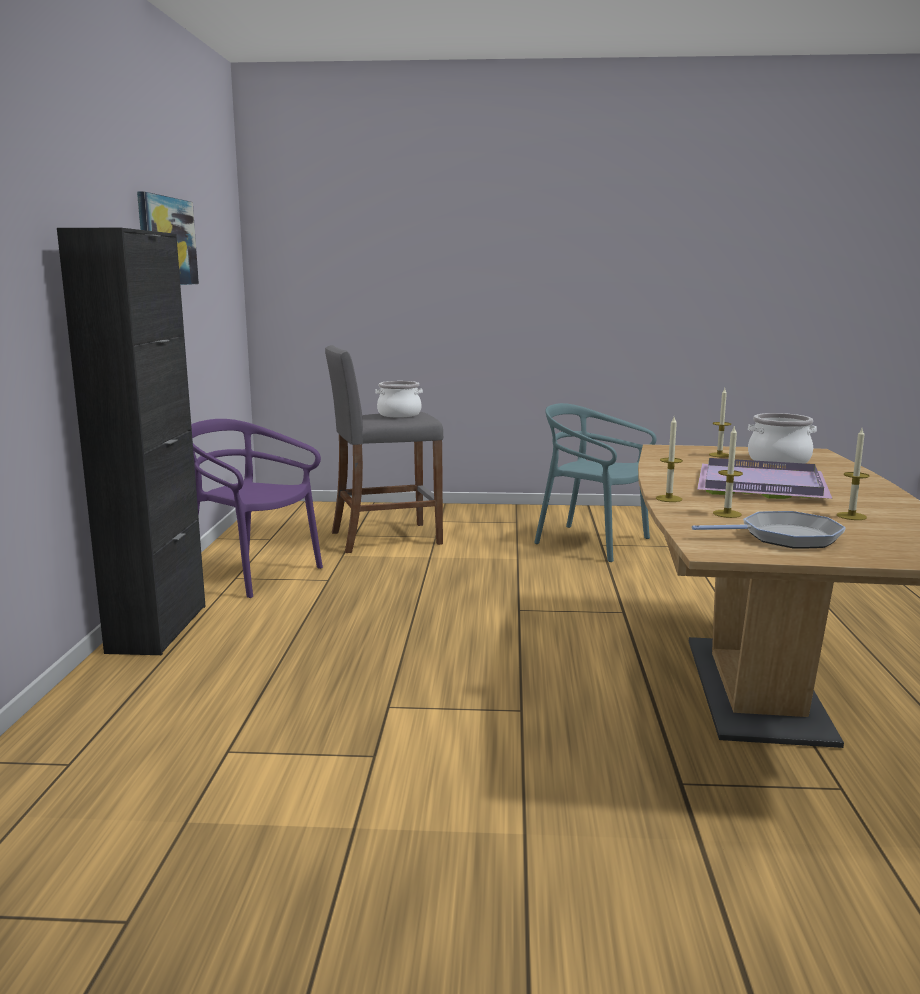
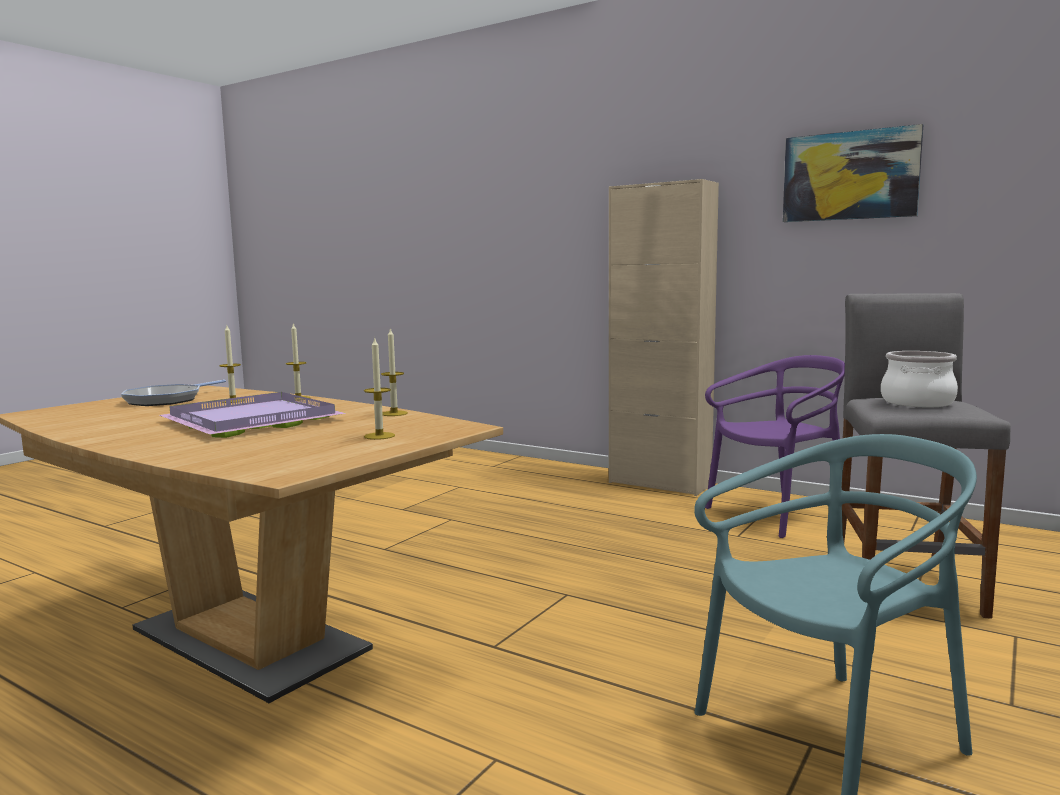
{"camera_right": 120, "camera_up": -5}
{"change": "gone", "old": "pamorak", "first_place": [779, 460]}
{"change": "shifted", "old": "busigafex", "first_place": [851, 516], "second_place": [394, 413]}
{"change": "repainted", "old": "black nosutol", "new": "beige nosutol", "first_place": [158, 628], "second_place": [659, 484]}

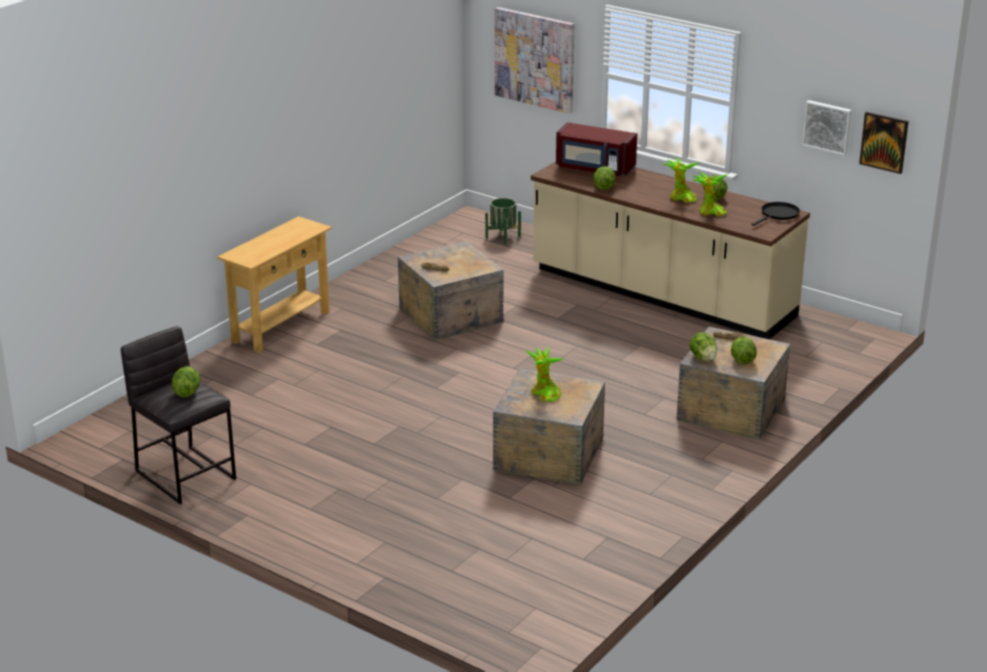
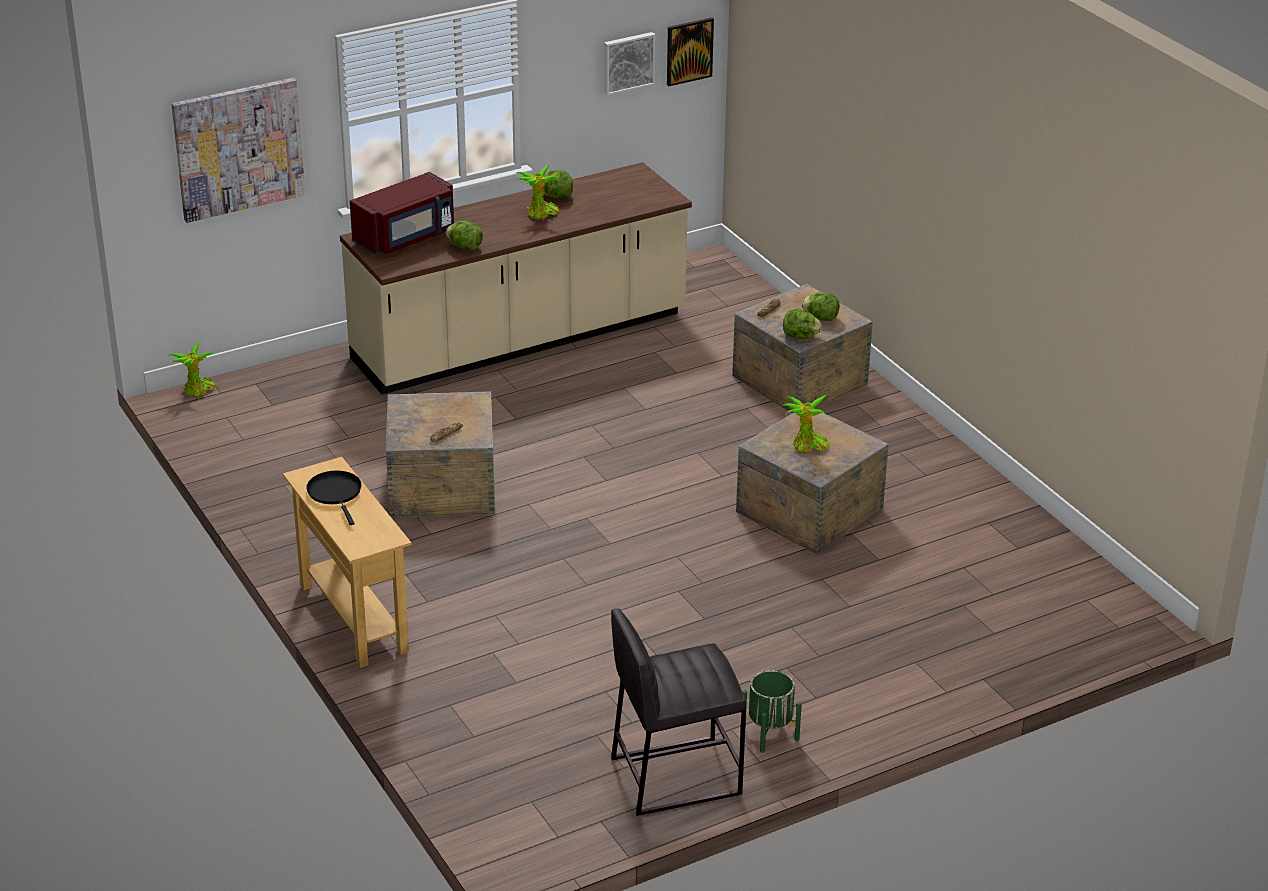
{"camera_right": -65, "camera_up": 5}
{"change": "gone", "old": "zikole", "first_place": [187, 392]}
{"change": "shifted", "old": "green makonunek", "first_place": [502, 237], "second_place": [769, 733]}
{"change": "shifted", "old": "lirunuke", "first_place": [710, 212], "second_place": [197, 391]}
{"change": "shifted", "old": "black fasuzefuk", "first_place": [778, 214], "second_place": [336, 493]}

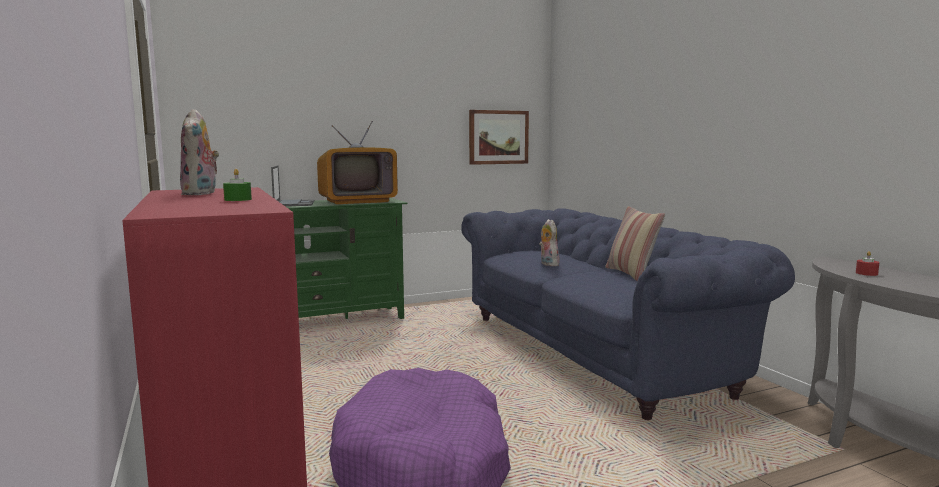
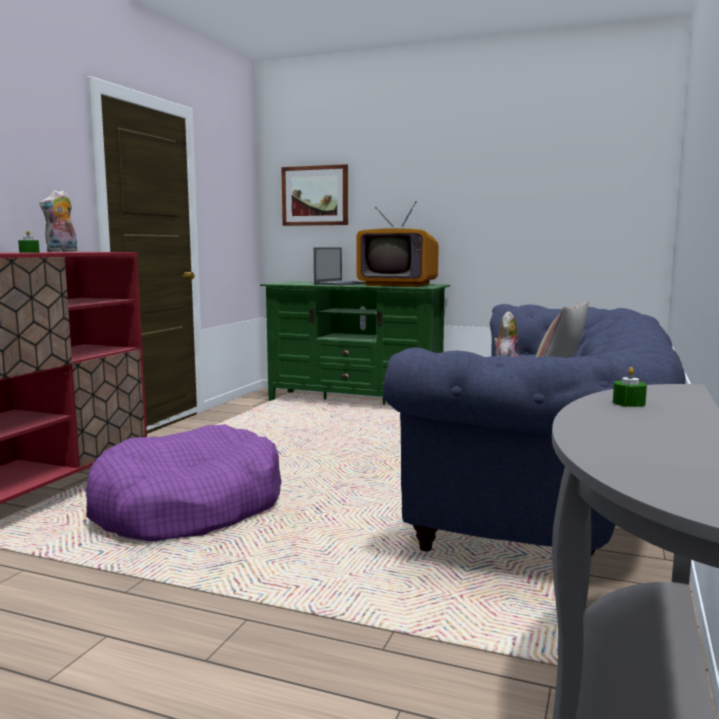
{"camera_right": 45, "camera_up": 0}
{"change": "shifted", "old": "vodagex", "first_place": [498, 137], "second_place": [315, 196]}
{"change": "repainted", "old": "red busigafex", "new": "green busigafex", "first_place": [866, 273], "second_place": [628, 403]}

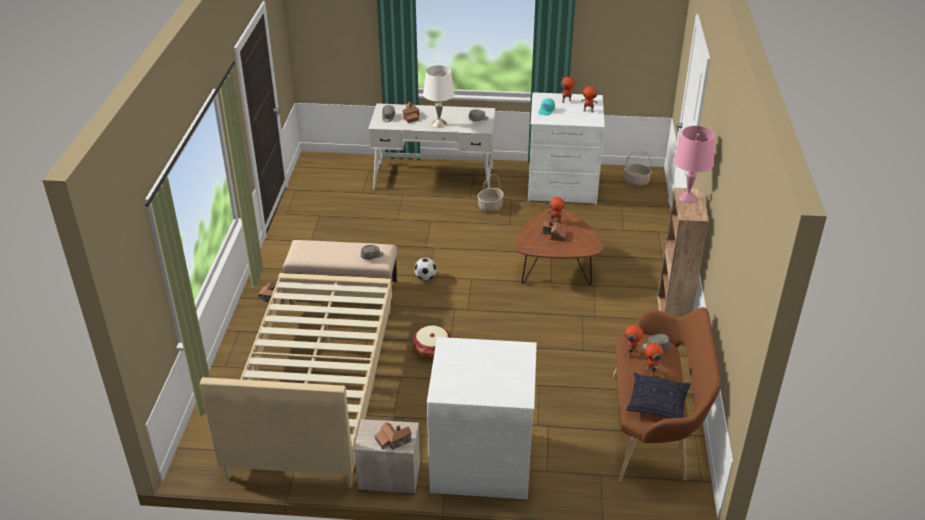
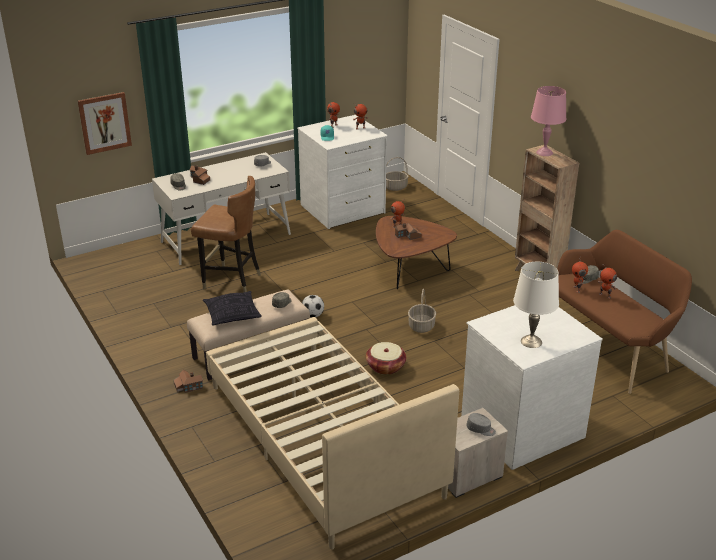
{"camera_right": -35, "camera_up": -5}
{"change": "new", "new": "vodagex", "second_place": [104, 123]}
{"change": "new", "new": "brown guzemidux", "second_place": [231, 280]}
{"change": "shifted", "old": "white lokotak", "first_place": [439, 124], "second_place": [531, 342]}
{"change": "shifted", "old": "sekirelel", "first_place": [490, 206], "second_place": [421, 326]}
{"change": "shifted", "old": "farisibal", "first_place": [657, 404], "second_place": [232, 315]}
{"change": "swapped", "old": "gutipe", "new": "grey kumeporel", "first_place": [393, 440], "second_place": [481, 429]}

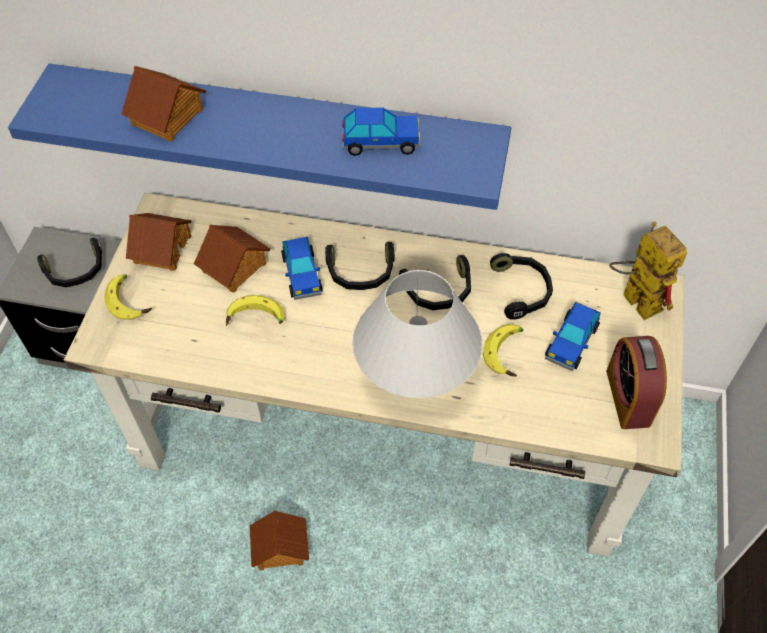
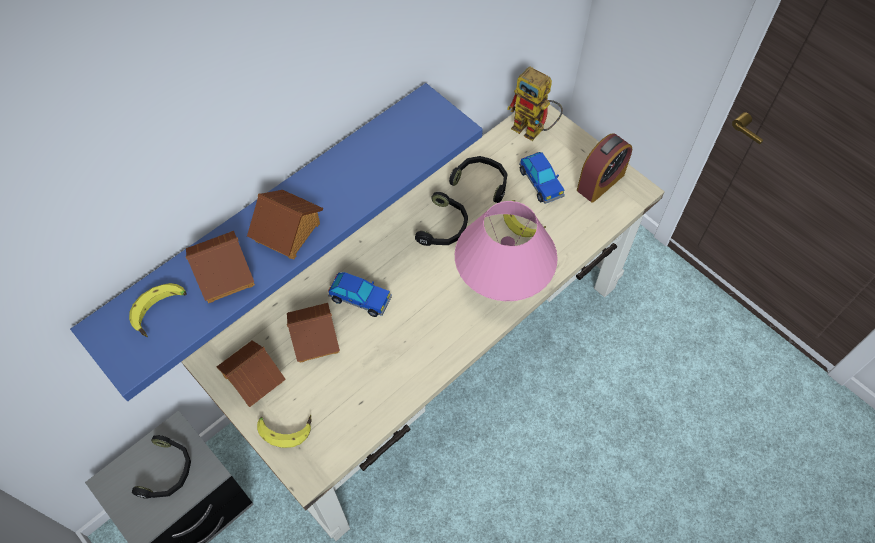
{"camera_right": -55, "camera_up": 5}
{"change": "gone", "old": "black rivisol", "first_place": [360, 273]}
{"change": "gone", "old": "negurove", "first_place": [381, 142]}
{"change": "shifted", "old": "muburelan", "first_place": [255, 319], "second_place": [161, 312]}
{"change": "shifted", "old": "gutipe", "first_place": [279, 548], "second_place": [288, 232]}
{"change": "repainted", "old": "white lokotak", "new": "pink lokotak", "first_place": [415, 378], "second_place": [502, 283]}
{"change": "rotated", "old": "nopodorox", "first_place": [628, 397], "second_place": [600, 182], "degrees": -75}
{"change": "rotated", "old": "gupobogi", "first_place": [633, 298], "second_place": [534, 130], "degrees": -150}

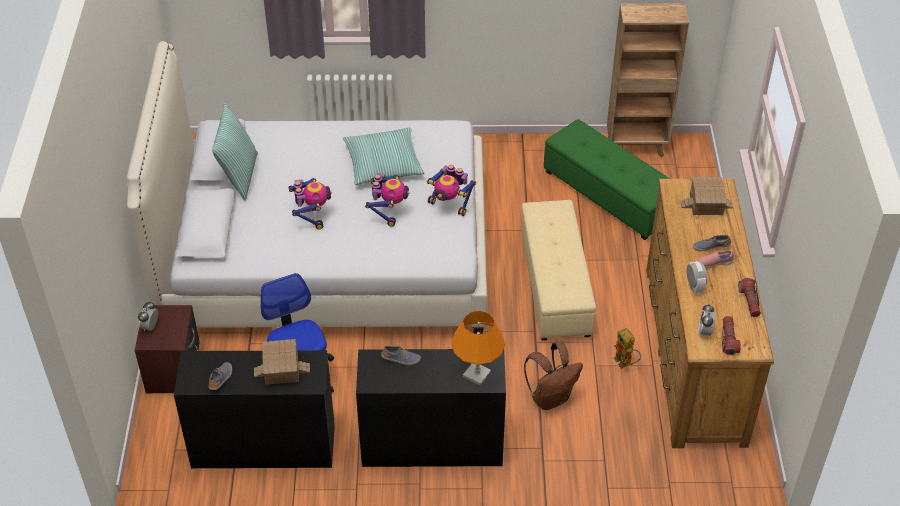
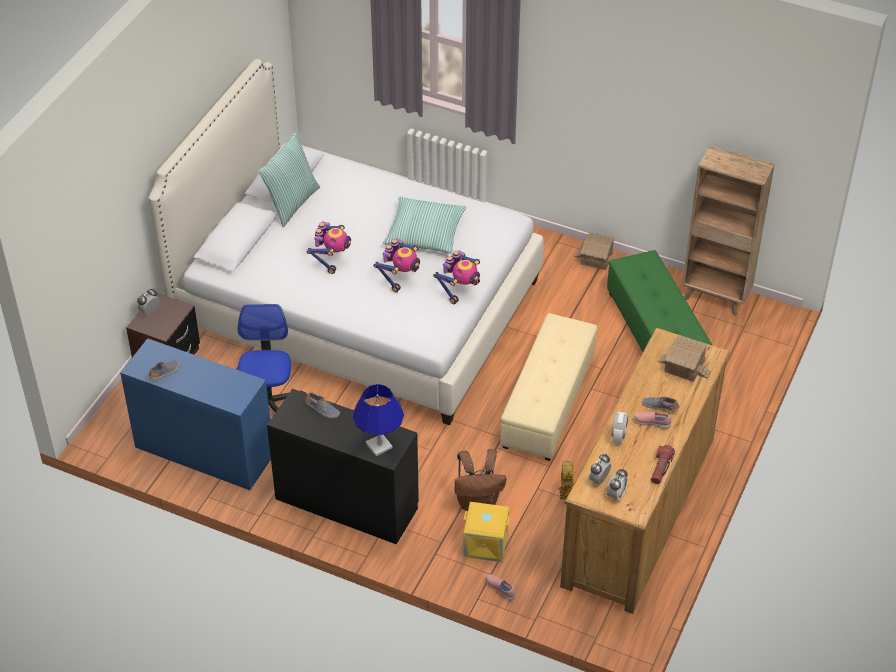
{"camera_right": 25, "camera_up": 0}
{"change": "new", "new": "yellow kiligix", "second_place": [485, 544]}
{"change": "new", "new": "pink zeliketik", "second_place": [500, 589]}
{"change": "shifted", "old": "gutipe", "first_place": [282, 371], "second_place": [596, 259]}
{"change": "swapped", "old": "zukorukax", "new": "nopodorox", "first_place": [728, 339], "second_place": [616, 495]}
{"change": "repainted", "old": "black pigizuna", "new": "blue pigizuna", "first_place": [263, 446], "second_place": [204, 451]}
{"change": "repainted", "old": "orange lokotak", "new": "blue lokotak", "first_place": [477, 374], "second_place": [379, 446]}
{"change": "rotated", "old": "gupobogi", "first_place": [450, 205], "second_place": [460, 290], "degrees": -105}

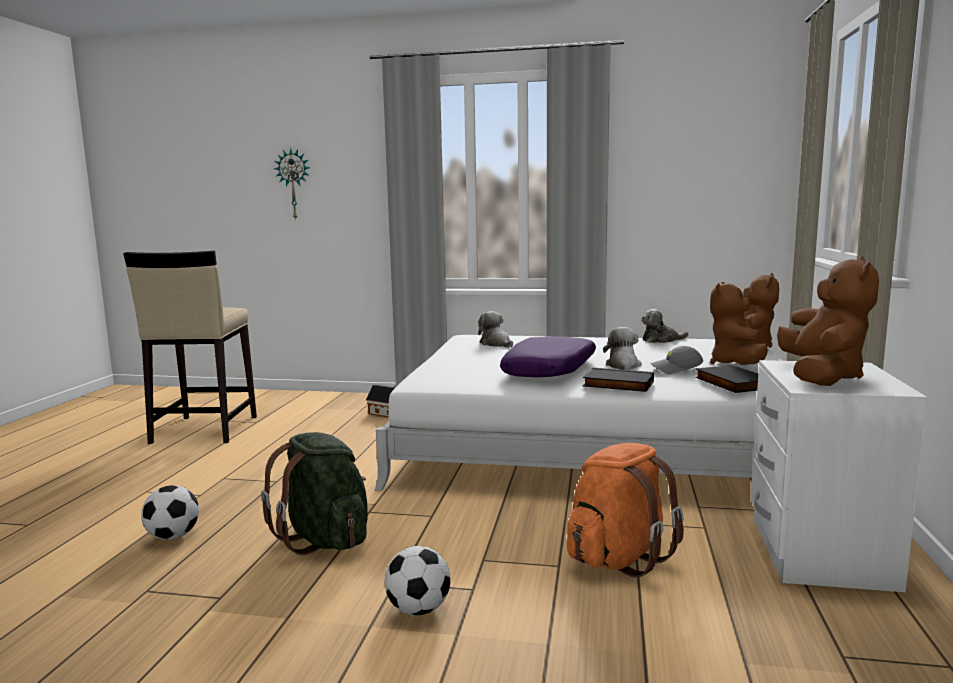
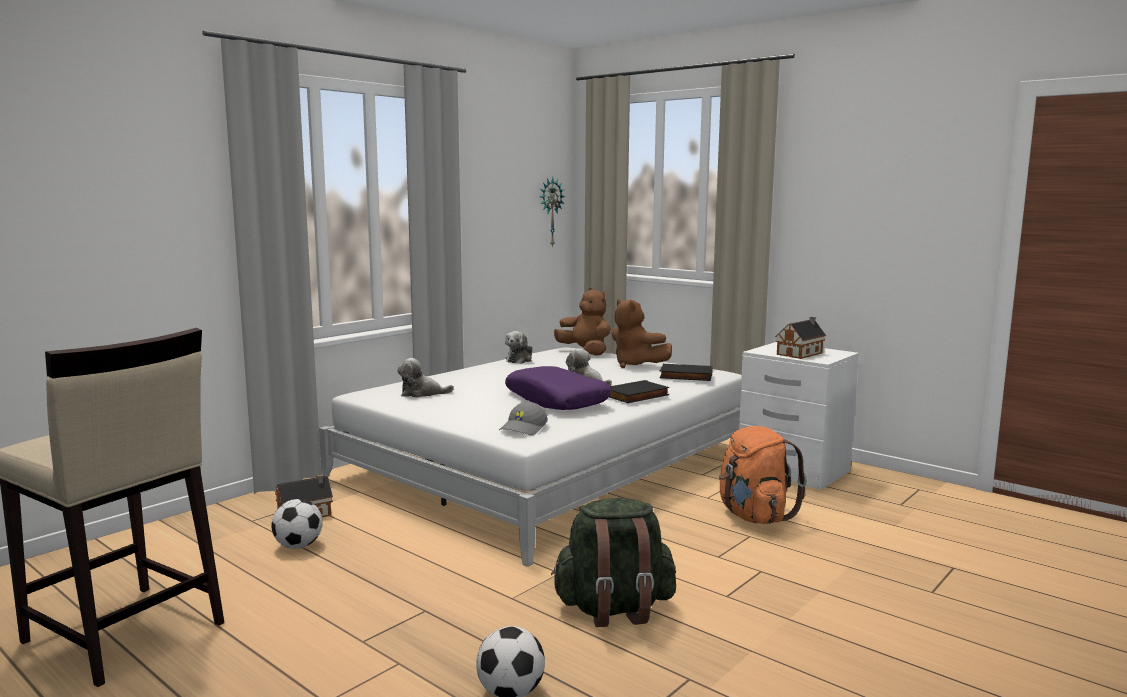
{"camera_right": -60, "camera_up": 0}
{"change": "shifted", "old": "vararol", "first_place": [294, 184], "second_place": [550, 212]}
{"change": "shifted", "old": "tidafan", "first_place": [418, 609], "second_place": [298, 546]}
{"change": "shifted", "old": "grey kumeporel", "first_place": [676, 369], "second_place": [524, 429]}
{"change": "swapped", "old": "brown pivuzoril", "new": "gutipe", "first_place": [822, 377], "second_place": [801, 353]}

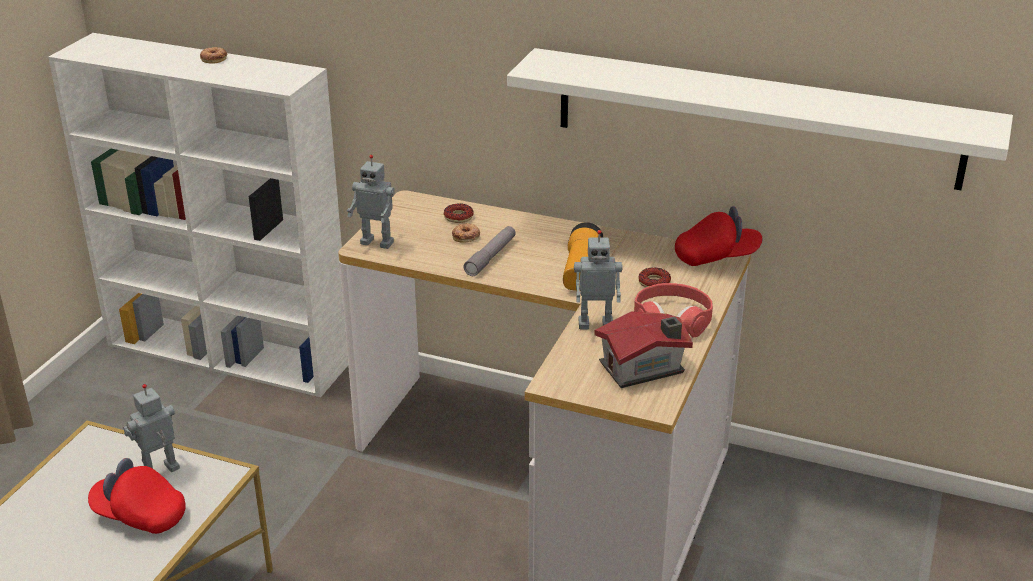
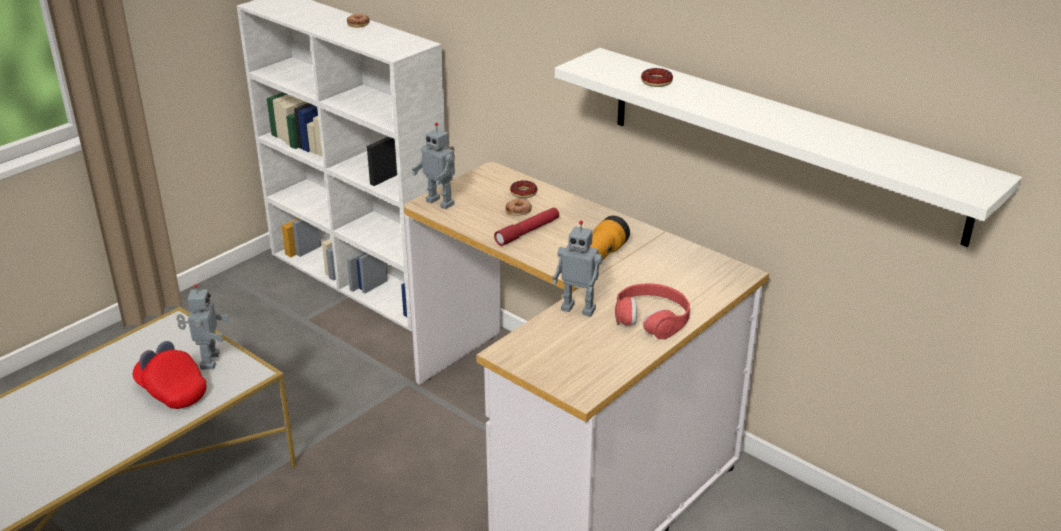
{"camera_right": 20, "camera_up": 0}
{"change": "gone", "old": "gutipe", "first_place": [644, 368]}
{"change": "gone", "old": "red kumeporel", "first_place": [716, 257]}
{"change": "shifted", "old": "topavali", "first_place": [654, 282], "second_place": [656, 82]}
{"change": "repainted", "old": "grey zukorukax", "new": "red zukorukax", "first_place": [491, 256], "second_place": [527, 232]}
{"change": "rotated", "old": "gupobogi", "first_place": [162, 472], "second_place": [208, 361], "degrees": 105}

